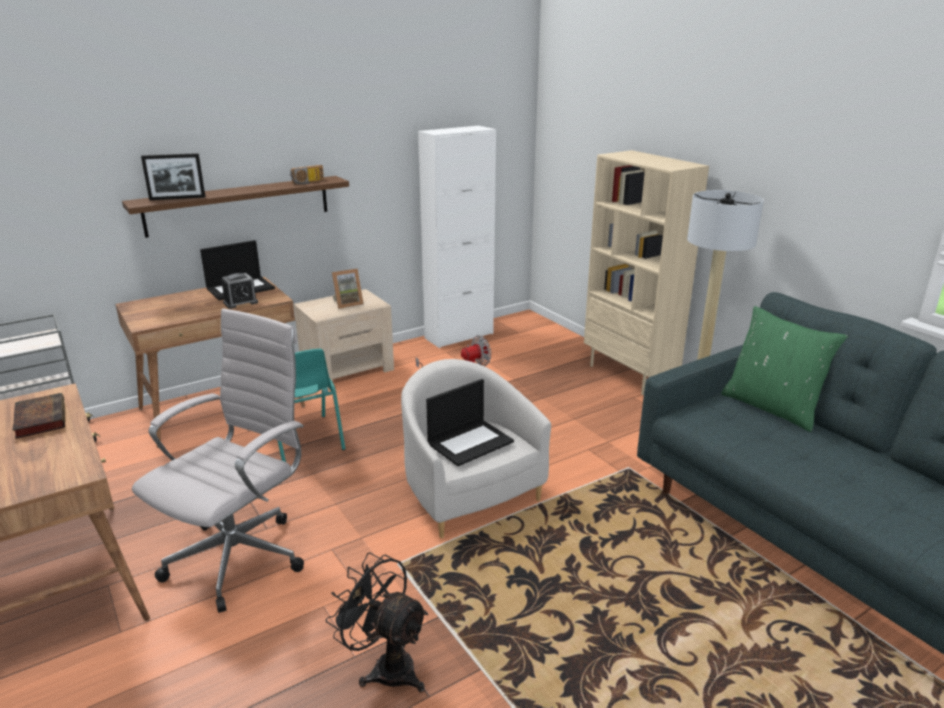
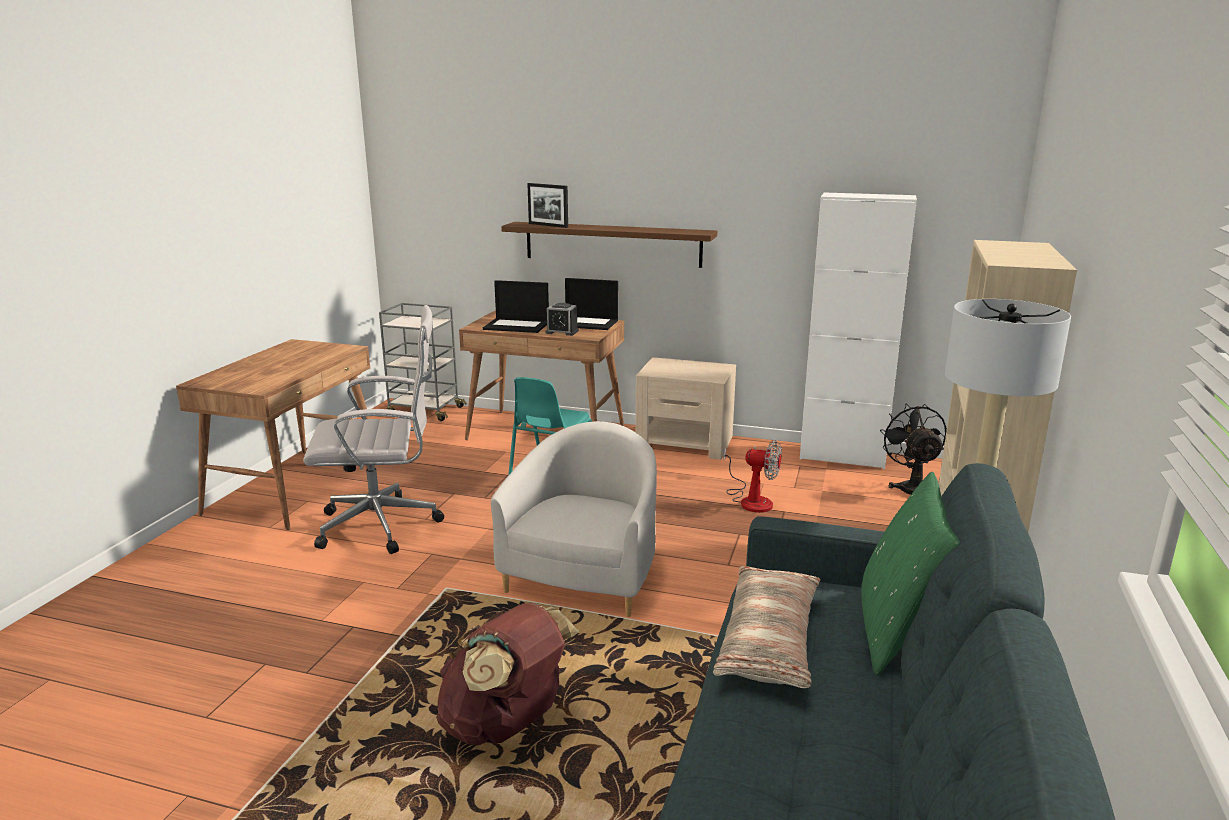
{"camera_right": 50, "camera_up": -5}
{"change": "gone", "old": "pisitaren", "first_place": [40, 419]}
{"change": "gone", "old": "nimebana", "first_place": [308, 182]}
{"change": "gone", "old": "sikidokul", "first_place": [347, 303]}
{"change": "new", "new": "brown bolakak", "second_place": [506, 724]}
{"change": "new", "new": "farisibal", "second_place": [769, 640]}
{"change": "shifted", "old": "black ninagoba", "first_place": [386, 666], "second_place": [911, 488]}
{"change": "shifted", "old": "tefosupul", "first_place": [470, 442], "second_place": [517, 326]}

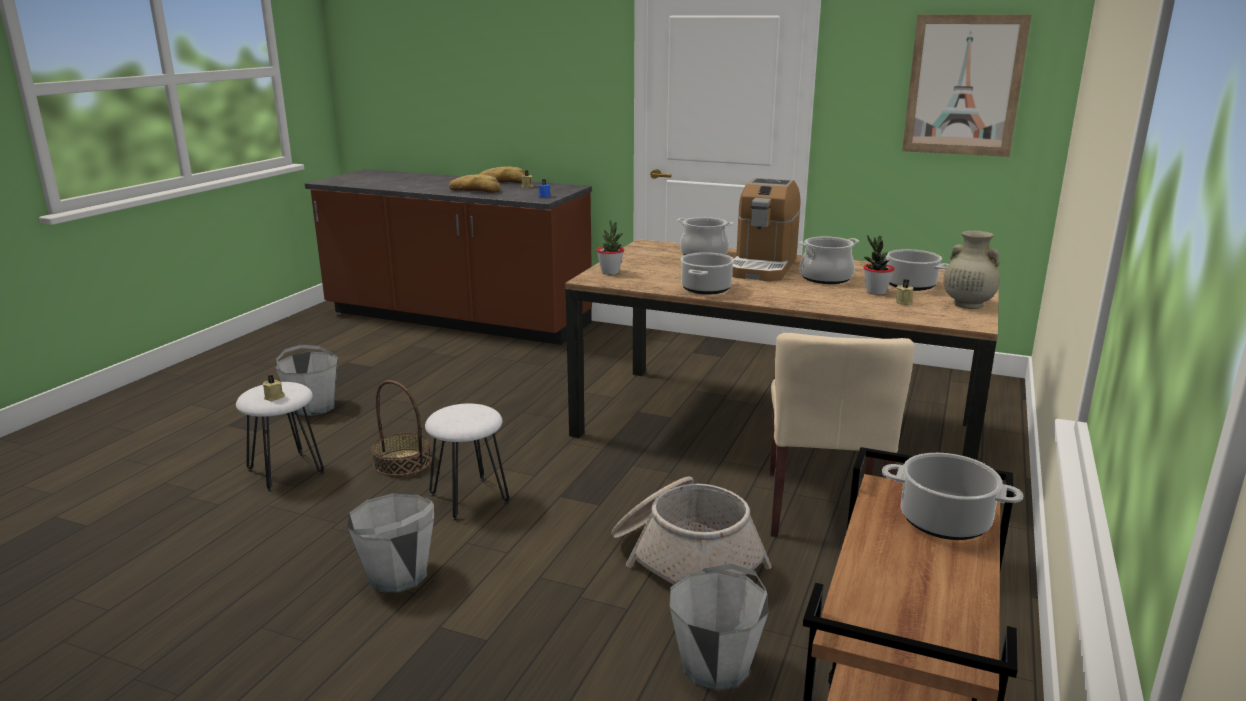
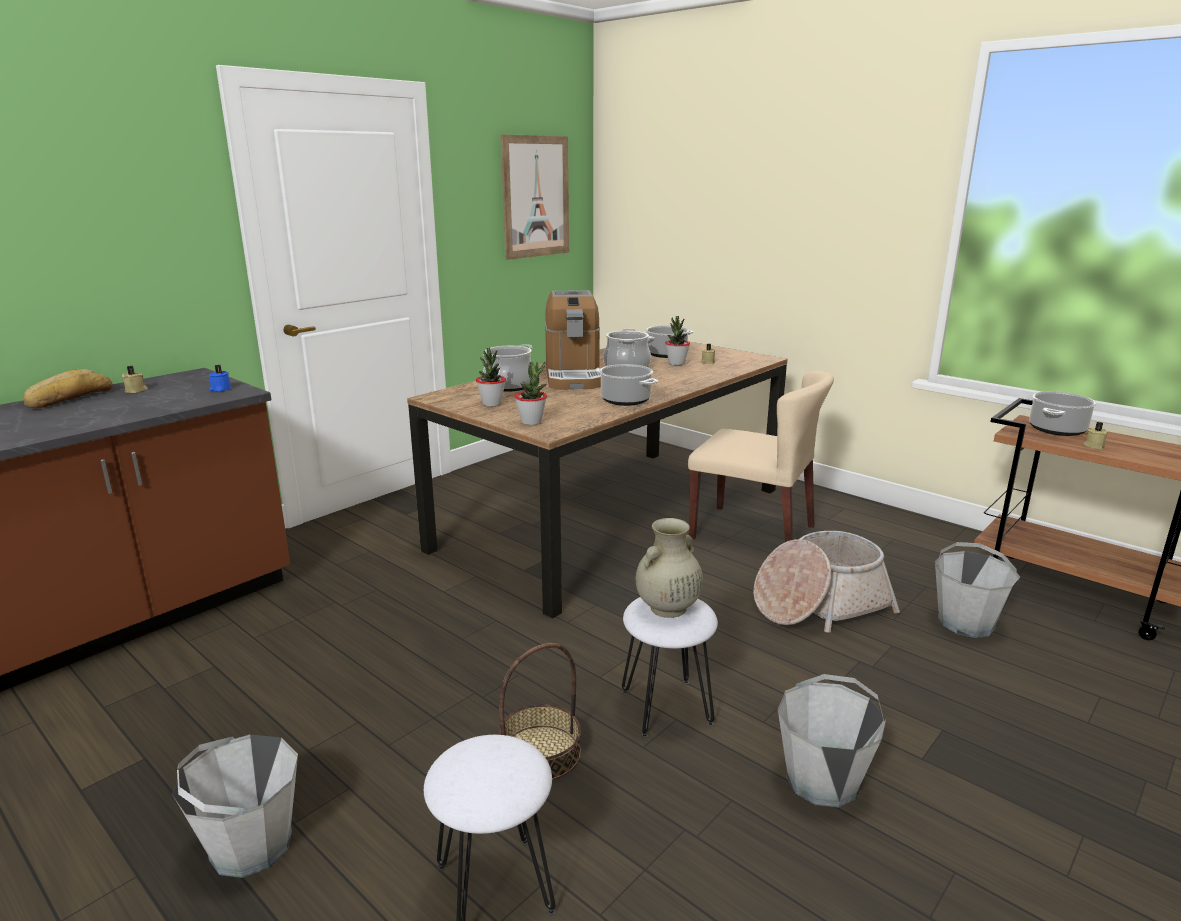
{"camera_right": -70, "camera_up": 0}
{"change": "gone", "old": "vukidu", "first_place": [475, 191]}
{"change": "new", "new": "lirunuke", "second_place": [491, 404]}
{"change": "shifted", "old": "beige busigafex", "first_place": [274, 397], "second_place": [1093, 446]}
{"change": "shifted", "old": "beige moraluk", "first_place": [967, 304], "second_place": [667, 609]}
{"change": "rotated", "old": "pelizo", "first_place": [762, 267], "second_place": [573, 376], "degrees": 45}

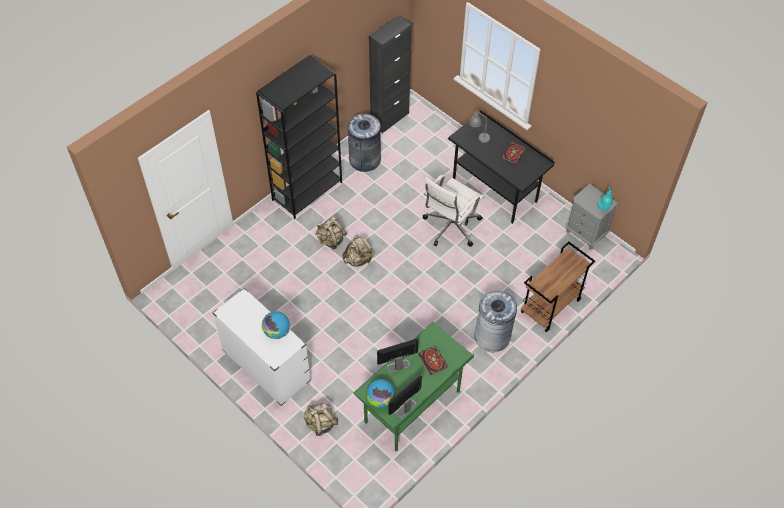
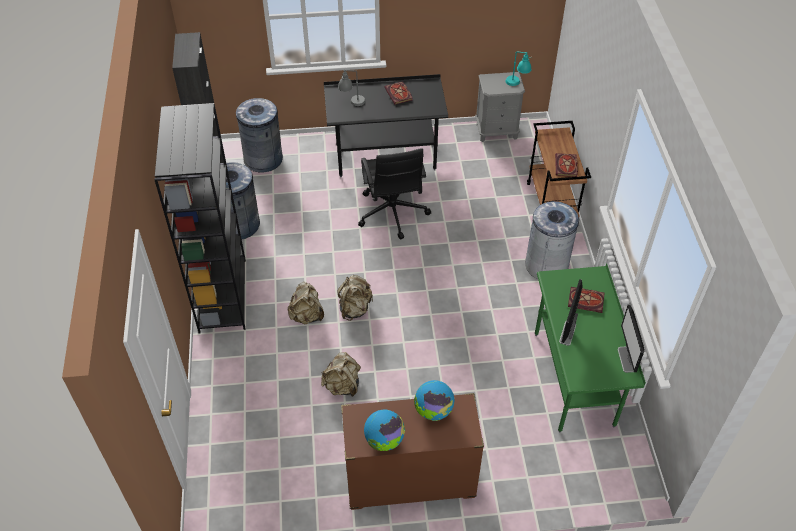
{"camera_right": -50, "camera_up": -5}
{"change": "new", "new": "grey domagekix", "second_place": [263, 159]}
{"change": "new", "new": "pisitaren", "second_place": [566, 167]}
{"change": "shifted", "old": "beige bolakak", "first_place": [320, 423], "second_place": [342, 385]}
{"change": "shifted", "old": "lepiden", "first_place": [380, 400], "second_place": [384, 440]}
{"change": "repainted", "old": "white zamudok", "new": "brown zamudok", "first_place": [266, 367], "second_place": [409, 479]}
{"change": "repainted", "old": "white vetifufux", "new": "black vetifufux", "first_place": [450, 227], "second_place": [392, 214]}

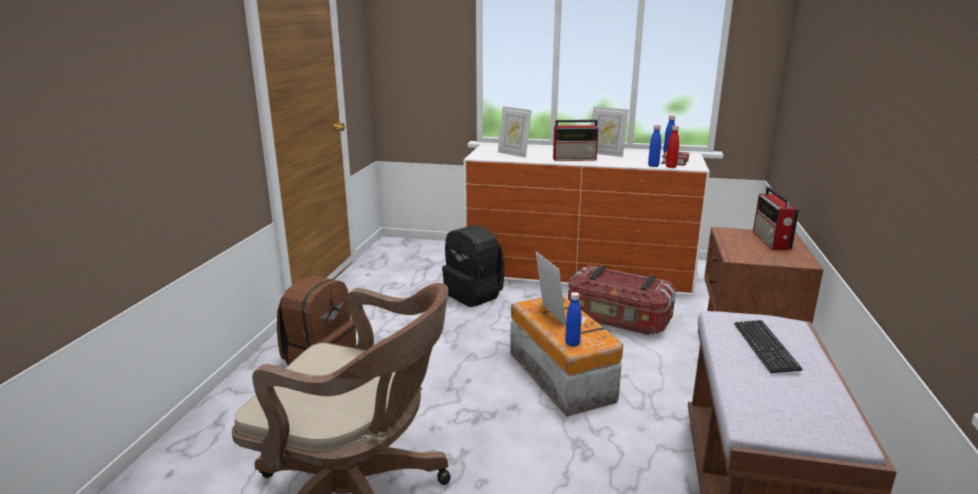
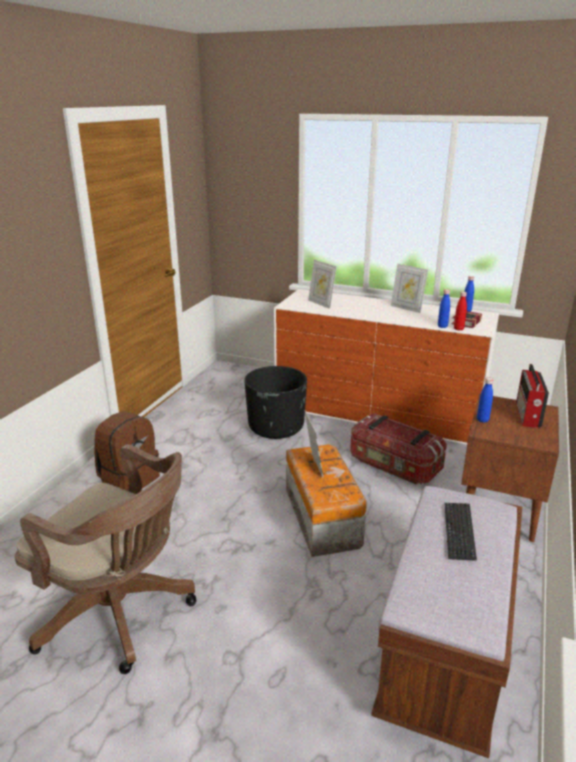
{"camera_right": 10, "camera_up": 5}
{"change": "gone", "old": "nimebana", "first_place": [575, 159]}
{"change": "shifted", "old": "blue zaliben", "first_place": [572, 343], "second_place": [482, 420]}
{"change": "swapped", "old": "black bolakak", "new": "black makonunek", "first_place": [474, 294], "second_place": [276, 427]}

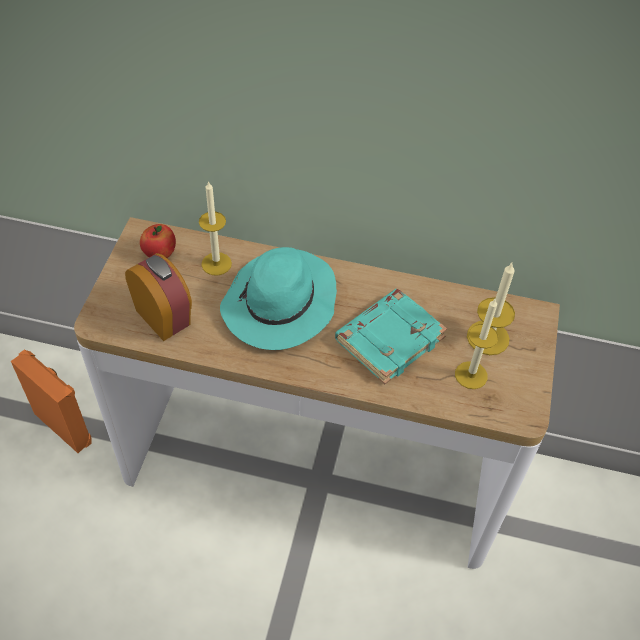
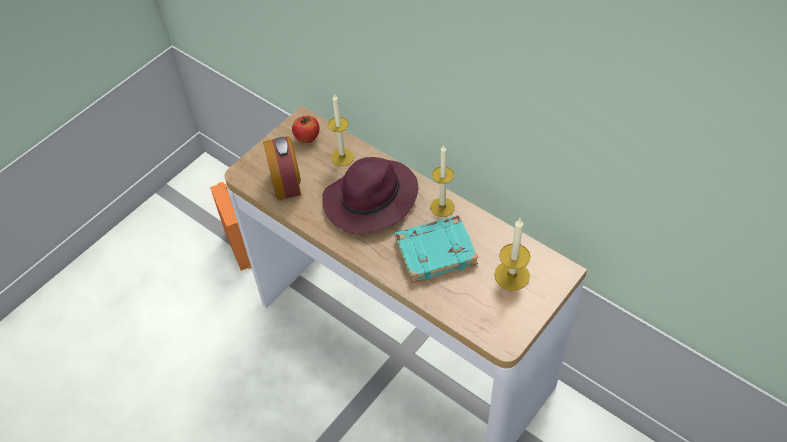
{"camera_right": 30, "camera_up": 0}
{"change": "shifted", "old": "busigafex", "first_place": [471, 375], "second_place": [442, 207]}
{"change": "repainted", "old": "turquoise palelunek", "new": "purple palelunek", "first_place": [280, 305], "second_place": [370, 201]}

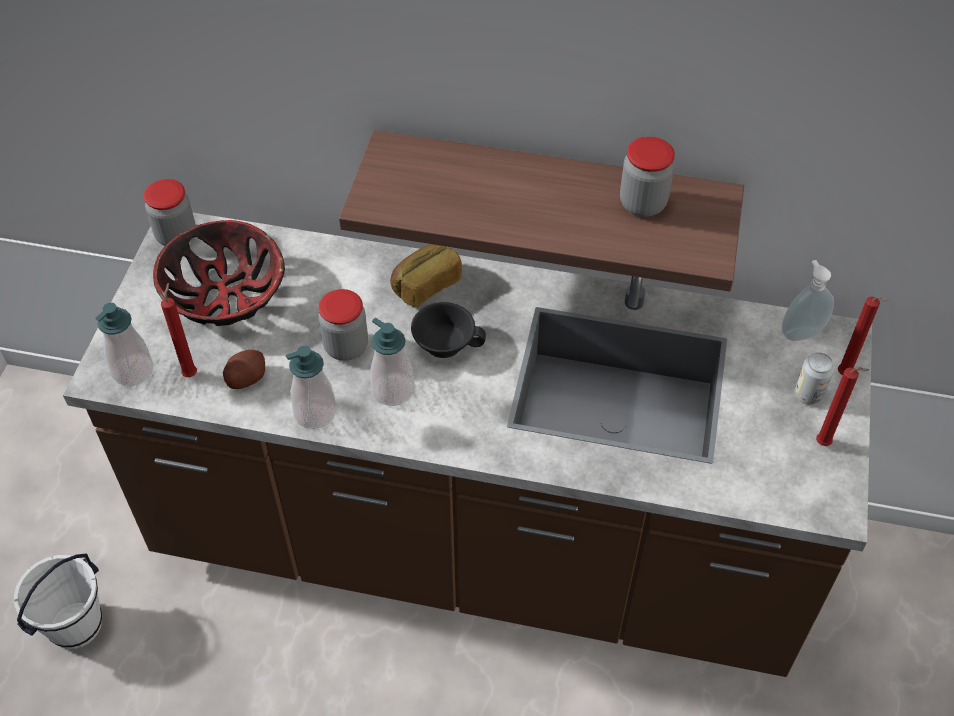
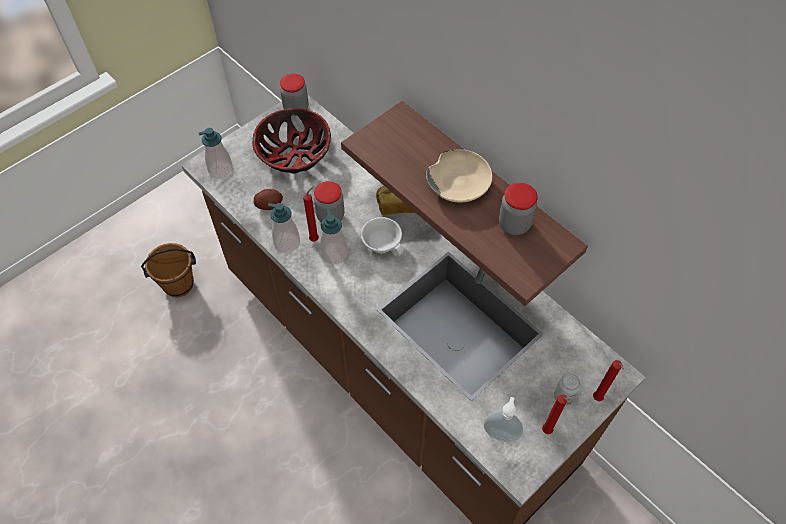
{"camera_right": 35, "camera_up": 5}
{"change": "new", "new": "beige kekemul", "second_place": [459, 183]}
{"change": "shifted", "old": "red busigafex", "first_place": [191, 373], "second_place": [315, 239]}
{"change": "shifted", "old": "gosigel", "first_place": [800, 332], "second_place": [501, 433]}
{"change": "repainted", "old": "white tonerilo", "new": "brown tonerilo", "first_place": [75, 624], "second_place": [178, 284]}
{"change": "repainted", "old": "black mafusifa", "new": "white mafusifa", "first_place": [446, 341], "second_place": [383, 243]}

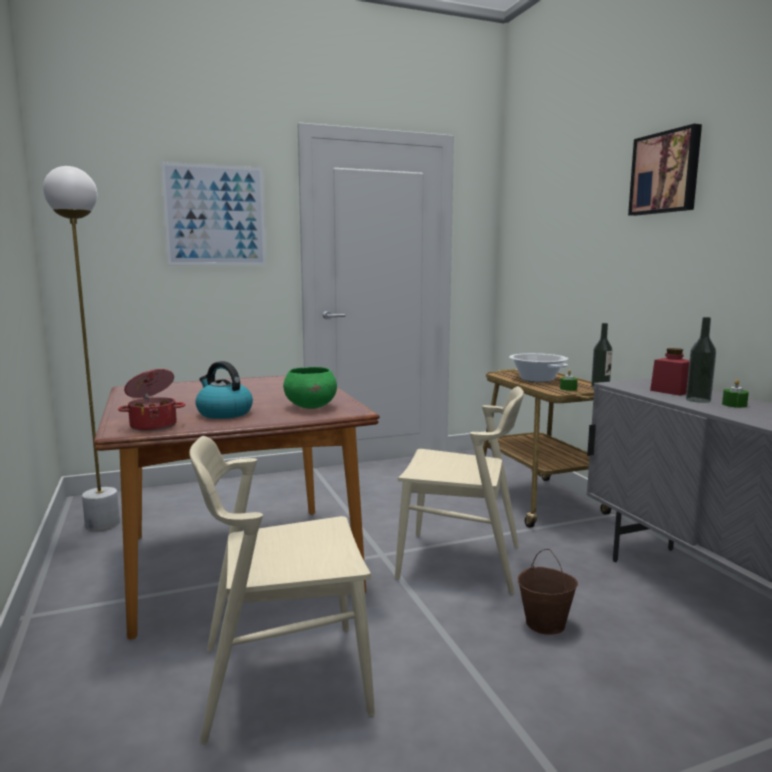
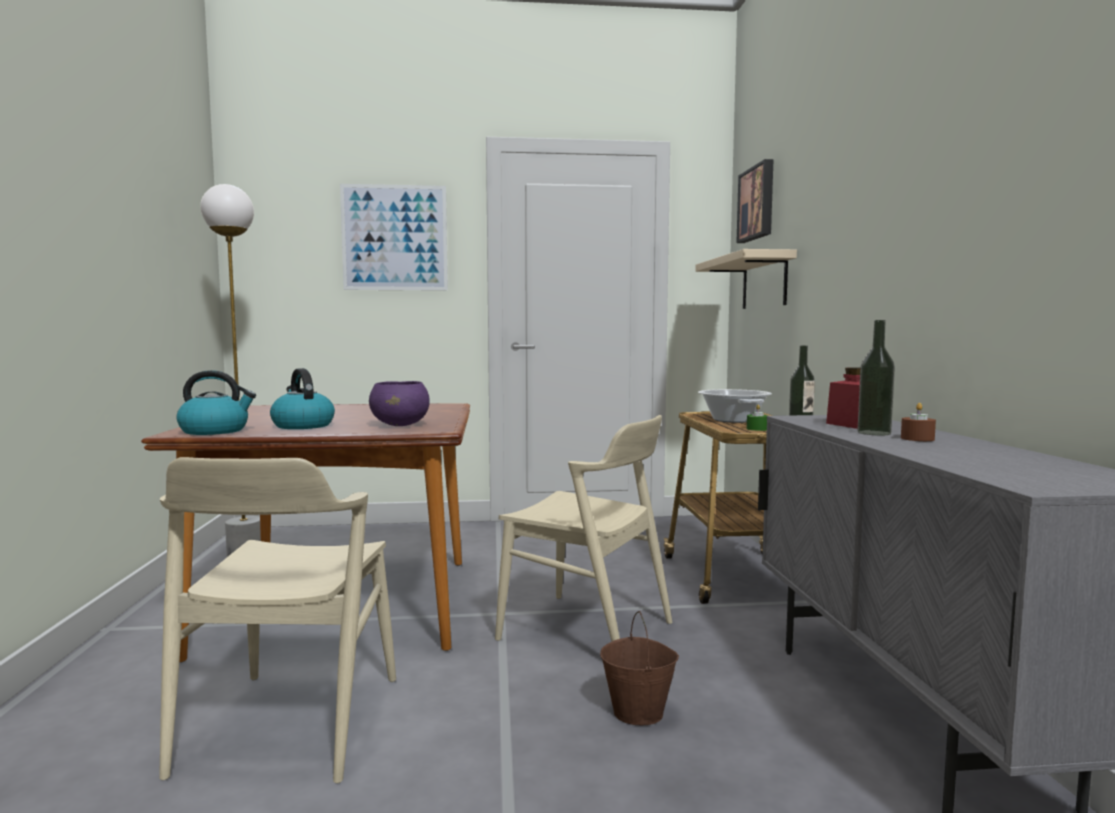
{"camera_right": 15, "camera_up": -5}
{"change": "new", "new": "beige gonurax", "second_place": [764, 282]}
{"change": "shifted", "old": "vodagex", "first_place": [666, 173], "second_place": [758, 203]}
{"change": "swapped", "old": "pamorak", "new": "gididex", "first_place": [153, 426], "second_place": [215, 431]}
{"change": "repainted", "old": "green kekemul", "new": "purple kekemul", "first_place": [311, 407], "second_place": [400, 425]}
{"change": "repainted", "old": "green busigafex", "new": "brown busigafex", "first_place": [734, 405], "second_place": [917, 438]}
{"change": "rotated", "old": "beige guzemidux", "first_place": [283, 679], "second_place": [290, 724], "degrees": -90}

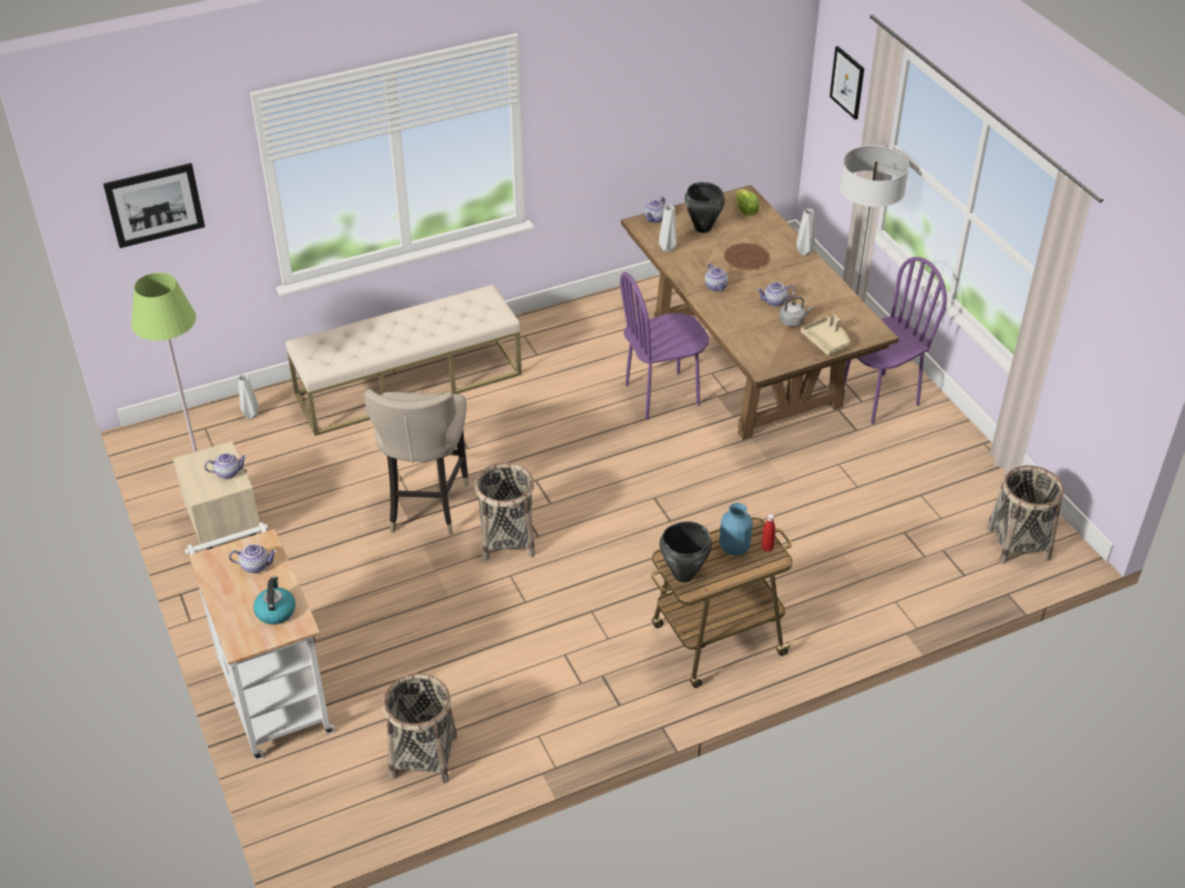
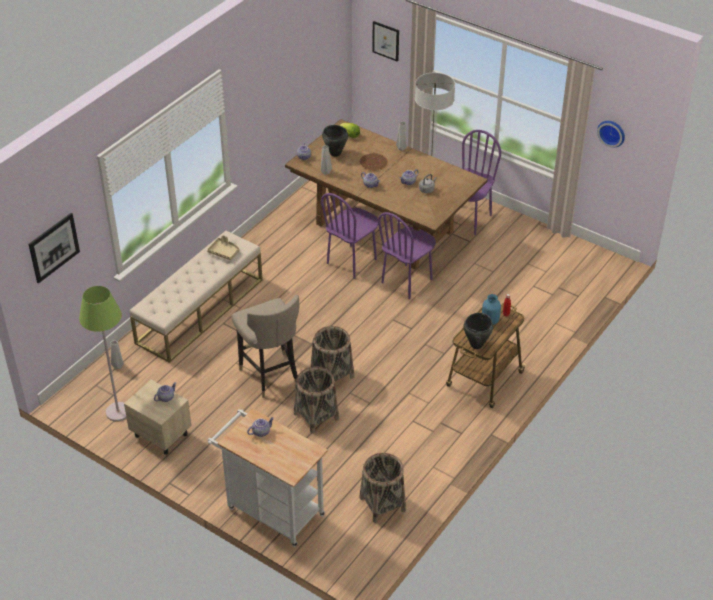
{"camera_right": -30, "camera_up": 0}
{"change": "gone", "old": "gididex", "first_place": [275, 611]}
{"change": "new", "new": "purple guzemidux", "second_place": [407, 281]}
{"change": "new", "new": "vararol", "second_place": [612, 132]}
{"change": "shifted", "old": "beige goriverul", "first_place": [827, 341], "second_place": [224, 252]}
{"change": "shifted", "old": "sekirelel", "first_place": [1017, 543], "second_place": [316, 416]}

